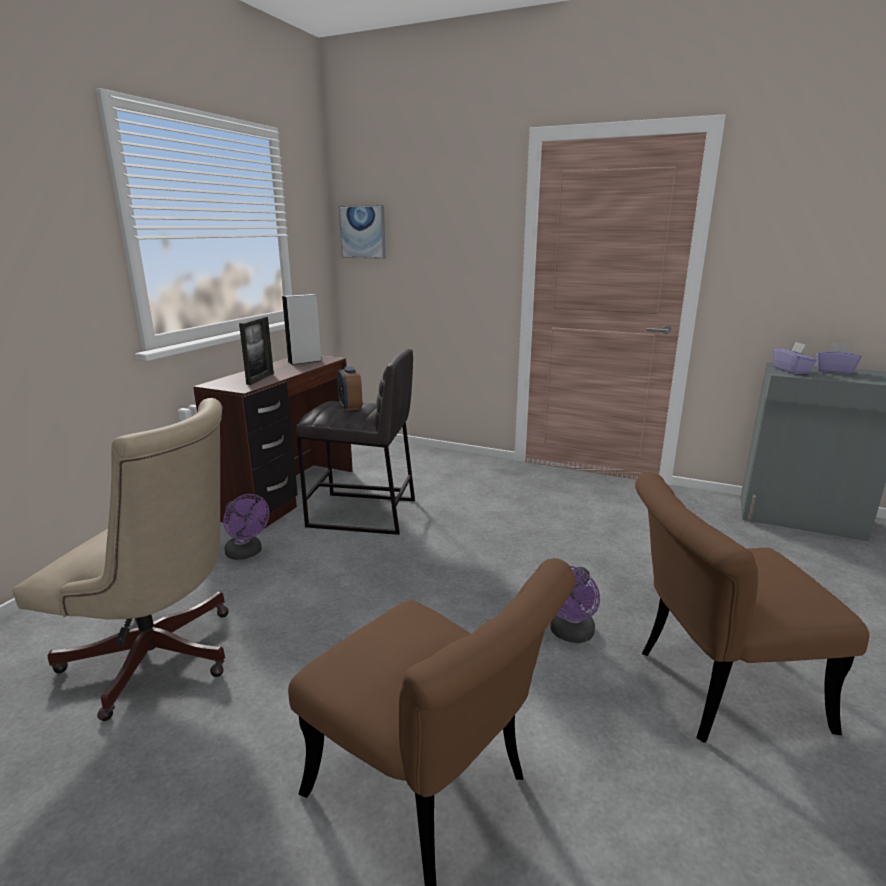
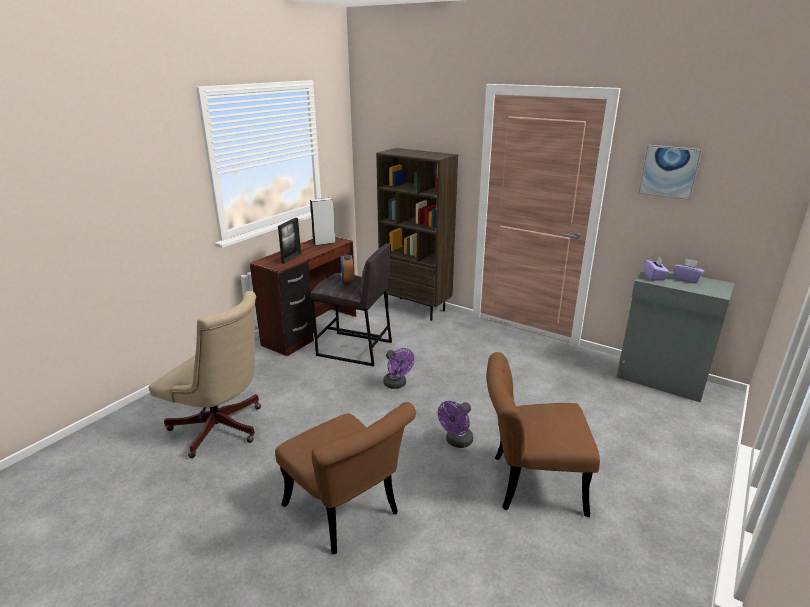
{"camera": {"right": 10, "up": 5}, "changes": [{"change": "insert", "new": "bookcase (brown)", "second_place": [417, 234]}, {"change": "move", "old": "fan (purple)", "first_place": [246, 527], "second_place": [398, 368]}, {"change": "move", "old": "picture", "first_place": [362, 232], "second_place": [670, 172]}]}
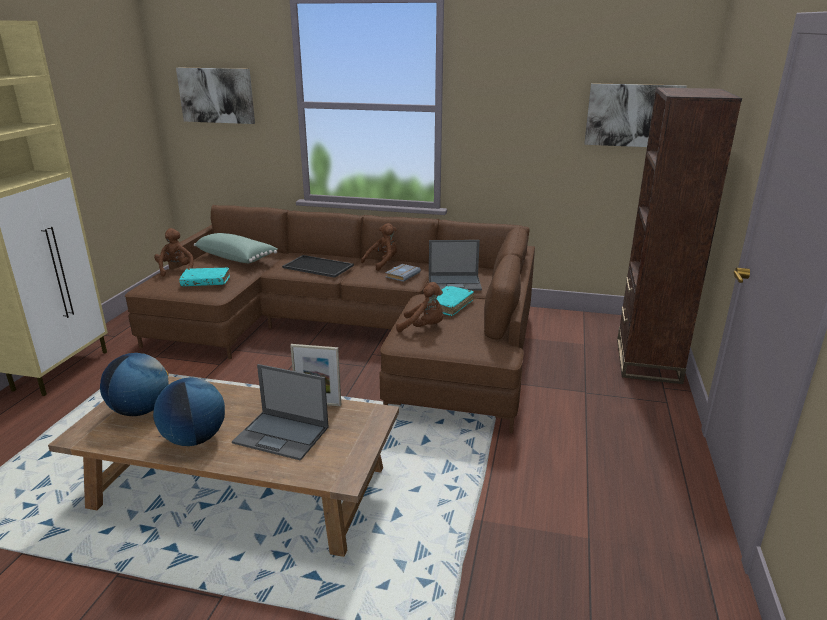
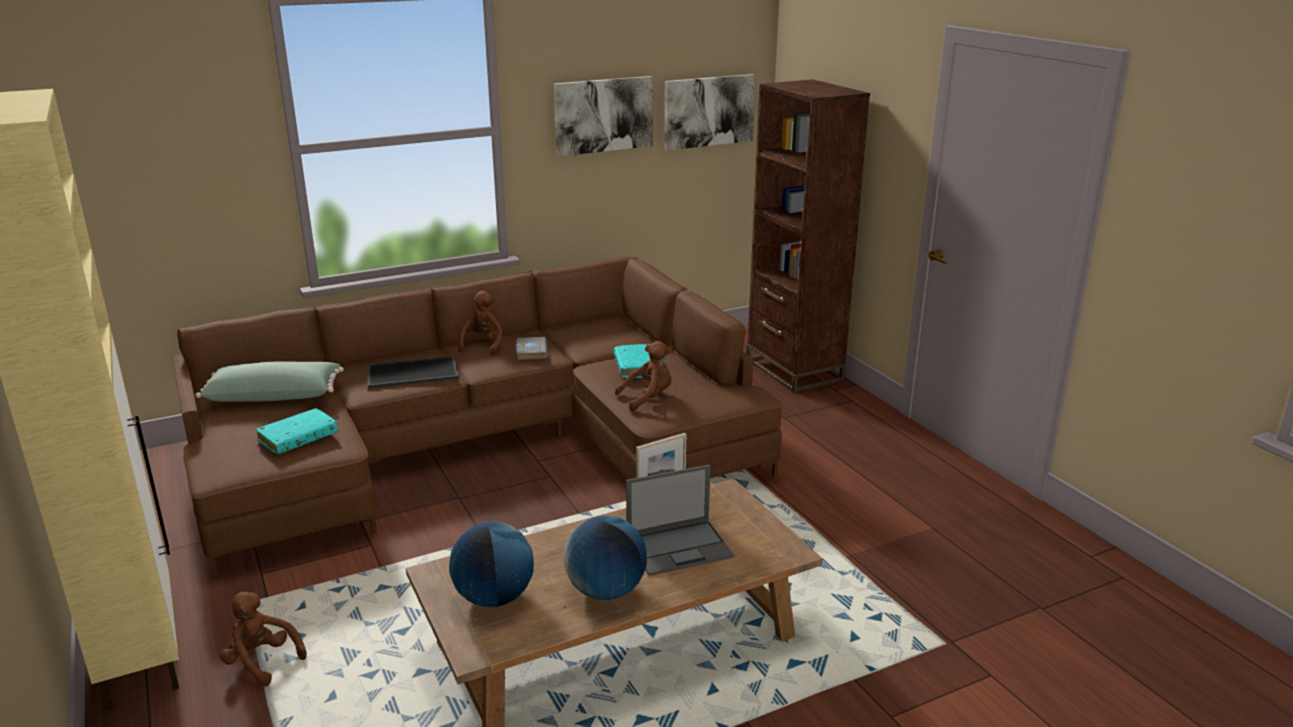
{"camera": {"right": -40, "up": 0}, "changes": [{"change": "delete", "old": "laptop", "first_place": [455, 265]}, {"change": "move", "old": "plush toy (brown)", "first_place": [174, 252], "second_place": [263, 639]}, {"change": "move", "old": "picture", "first_place": [215, 96], "second_place": [603, 116]}]}
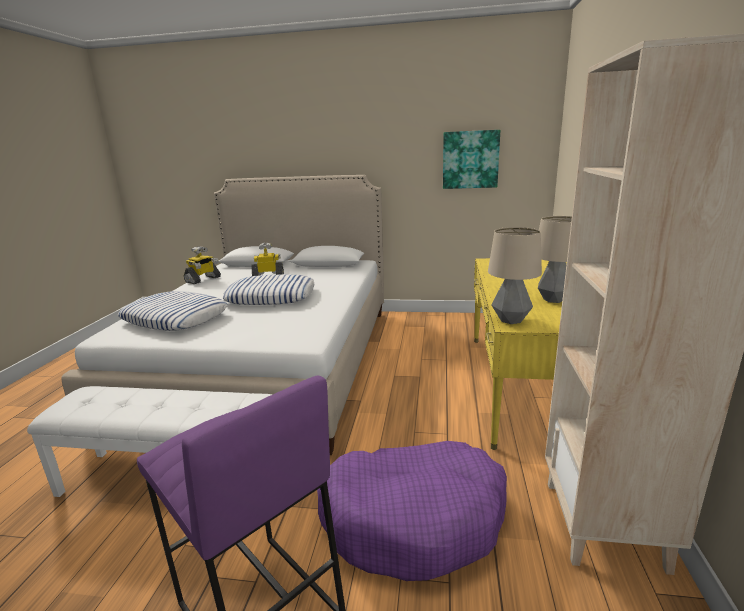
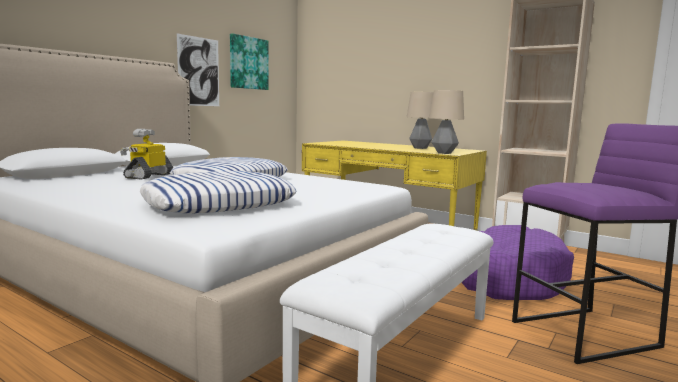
{"camera": {"right": -65, "up": -10}, "changes": [{"change": "delete", "old": "toy robot", "first_place": [202, 265]}, {"change": "insert", "new": "picture", "second_place": [198, 69]}]}
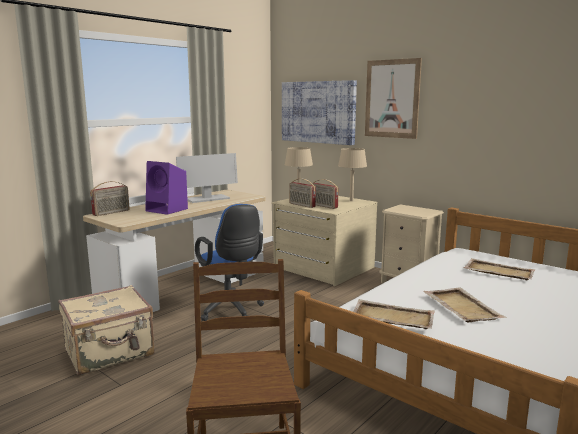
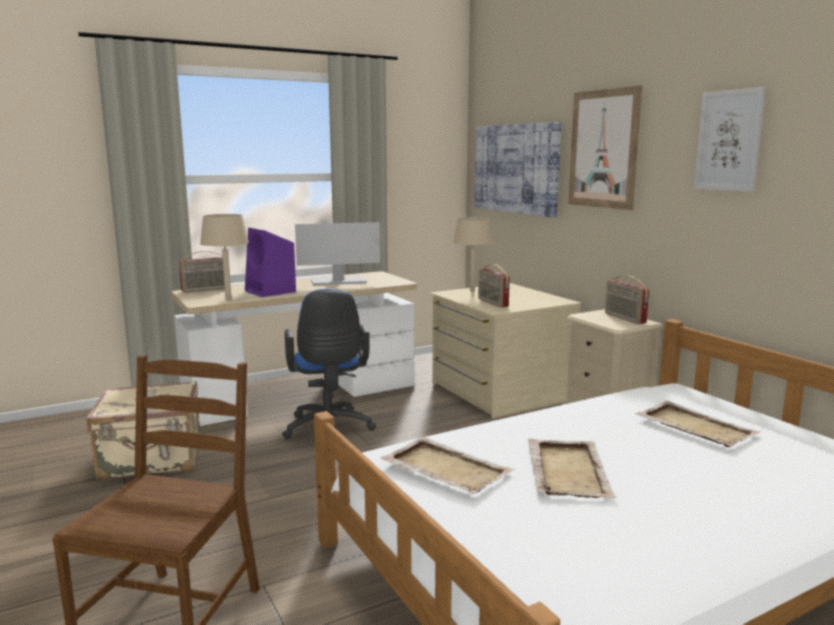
{"camera": {"right": 20, "up": 0}, "changes": [{"change": "insert", "new": "picture", "second_place": [730, 139]}, {"change": "move", "old": "radio", "first_place": [302, 193], "second_place": [627, 299]}, {"change": "move", "old": "table lamp (beige)", "first_place": [352, 174], "second_place": [224, 257]}]}
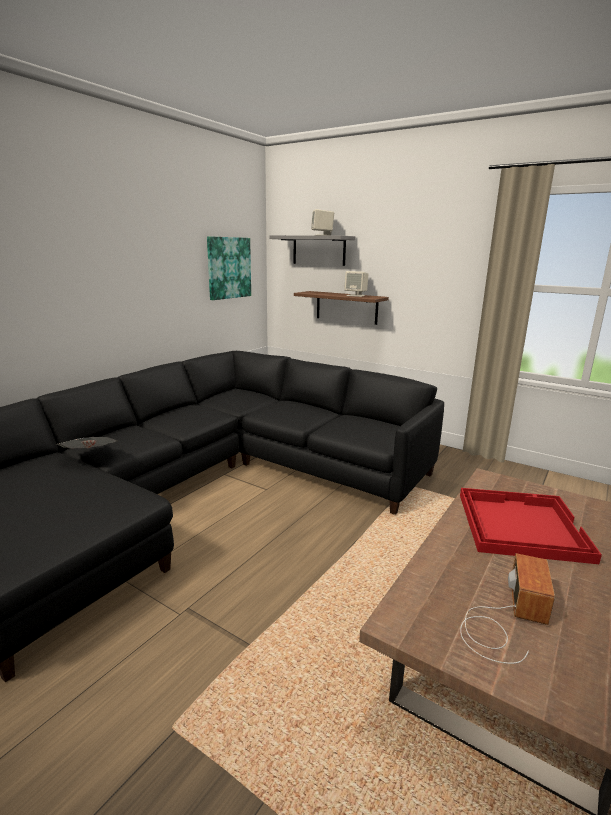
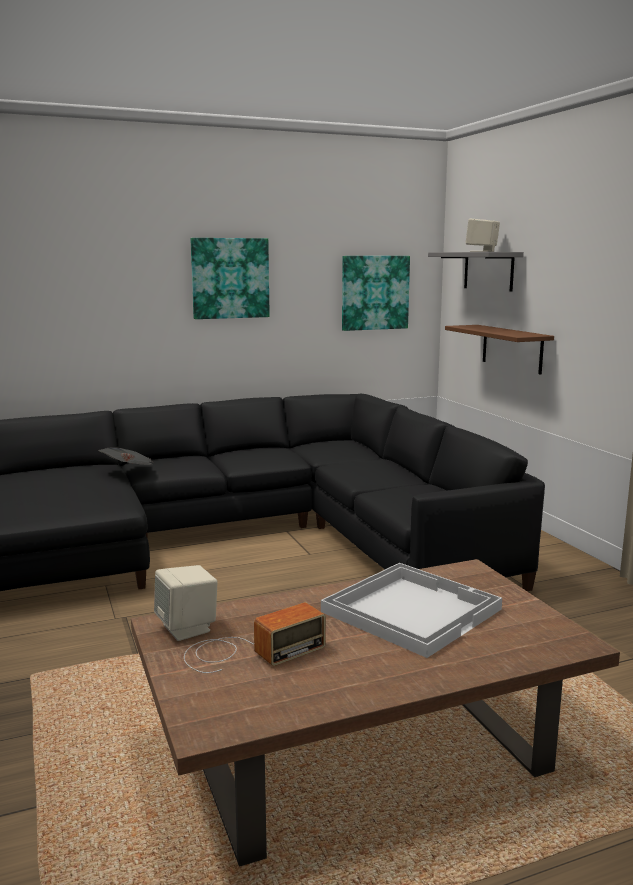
{"camera": {"right": 35, "up": -5}, "changes": [{"change": "insert", "new": "picture", "second_place": [230, 278]}, {"change": "move", "old": "speaker (beige)", "first_place": [356, 284], "second_place": [186, 603]}, {"change": "recolor", "old": "tray (red)", "new": "tray (white)", "first_place": [531, 526], "second_place": [411, 610]}]}
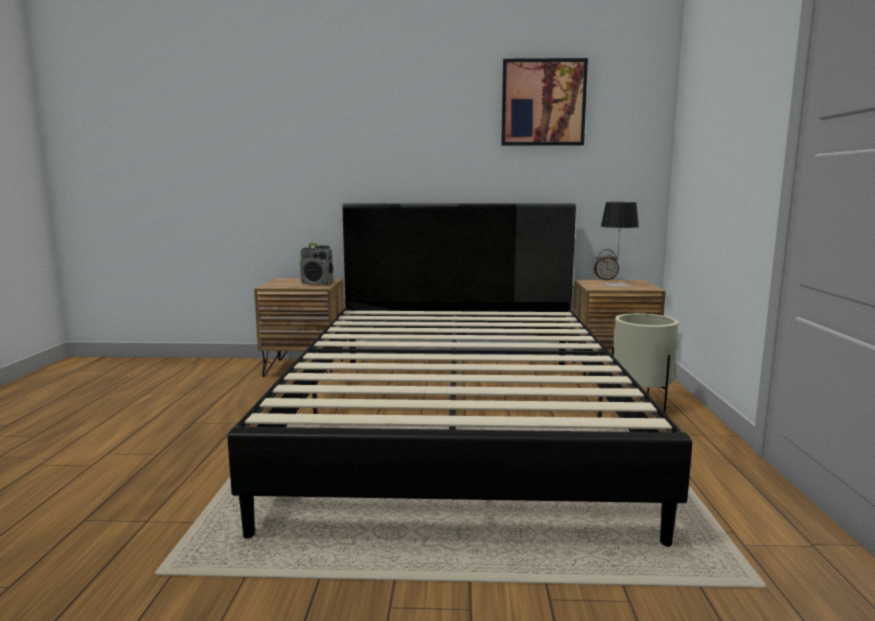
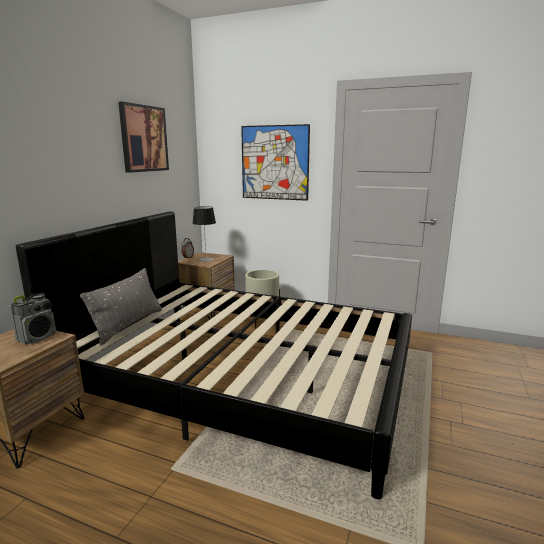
{"camera": {"right": -70, "up": 5}, "changes": [{"change": "insert", "new": "pillow (grey)", "second_place": [121, 307]}, {"change": "insert", "new": "picture", "second_place": [275, 162]}]}
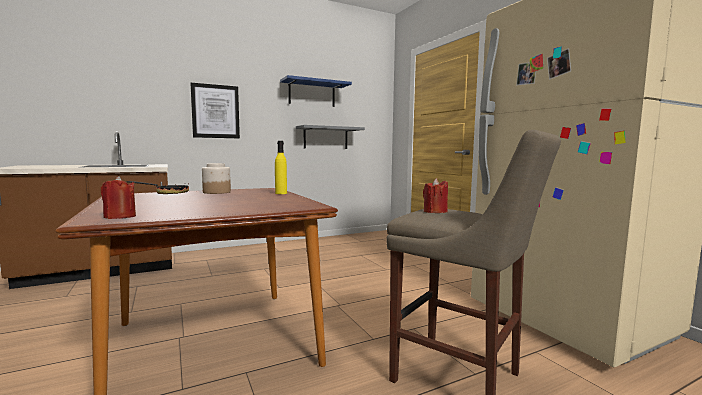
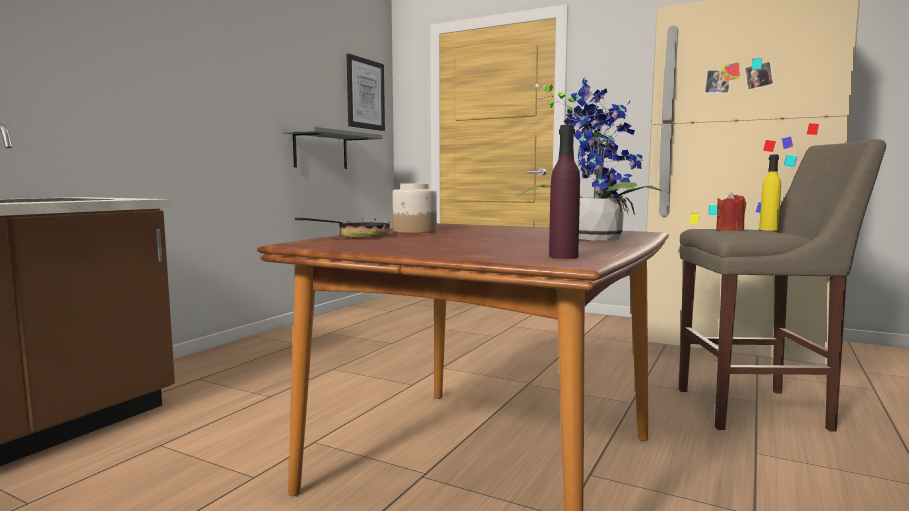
{"camera": {"right": -35, "up": 0}, "changes": [{"change": "delete", "old": "shelf (blue)", "first_place": [316, 91]}, {"change": "insert", "new": "potted plant", "second_place": [594, 158]}, {"change": "move", "old": "picture", "first_place": [215, 110], "second_place": [366, 92]}, {"change": "move", "old": "bottle (yellow)", "first_place": [281, 167], "second_place": [770, 193]}, {"change": "replace", "old": "candle (red)", "new": "bottle (purple)", "first_place": [118, 197], "second_place": [564, 192]}]}
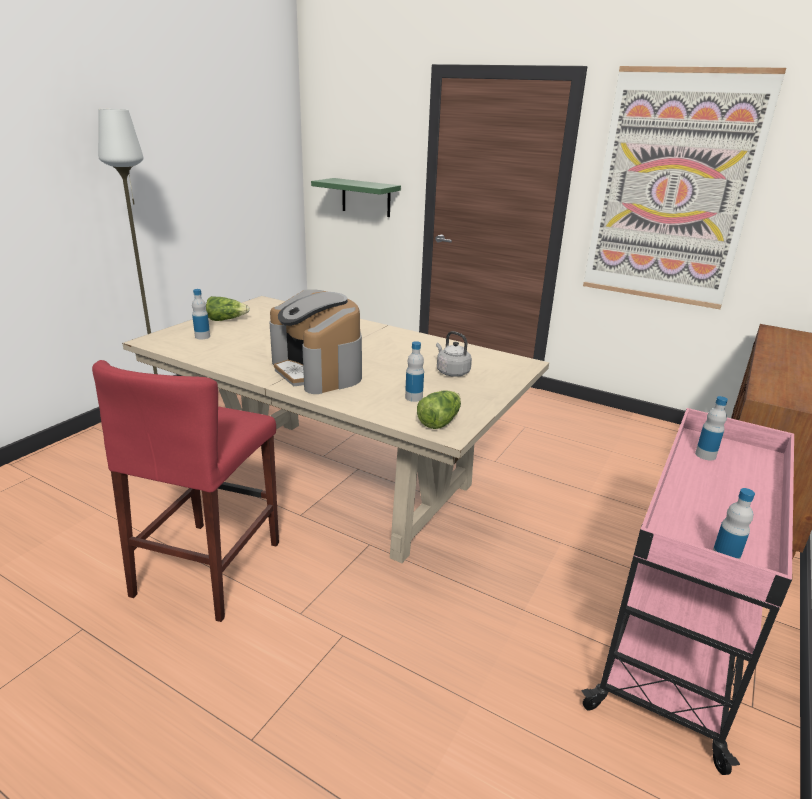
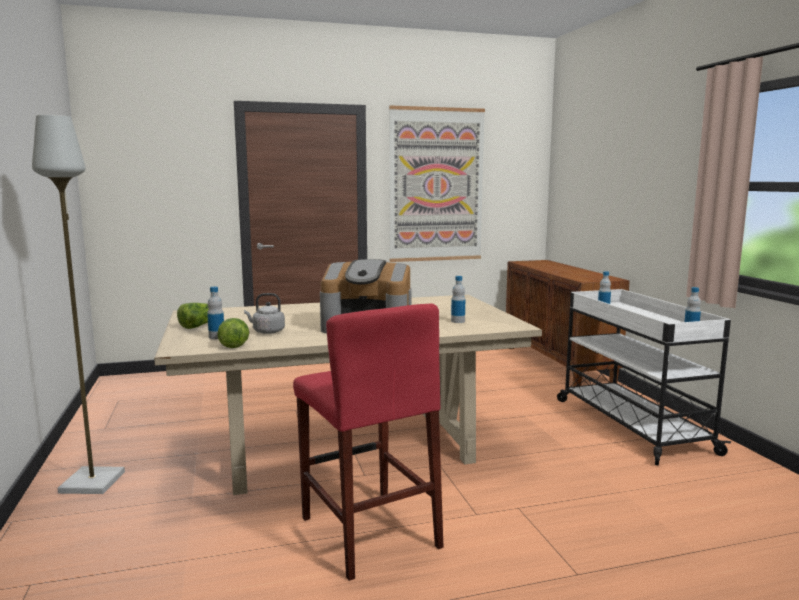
{"camera": {"right": -45, "up": -15}, "changes": [{"change": "delete", "old": "shelf (green)", "first_place": [356, 197]}, {"change": "move", "old": "lettuce", "first_place": [439, 409], "second_place": [233, 333]}, {"change": "move", "old": "kettle (grey)", "first_place": [454, 354], "second_place": [264, 313]}, {"change": "recolor", "old": "cart (pink)", "new": "cart (white)", "first_place": [688, 591], "second_place": [644, 377]}]}
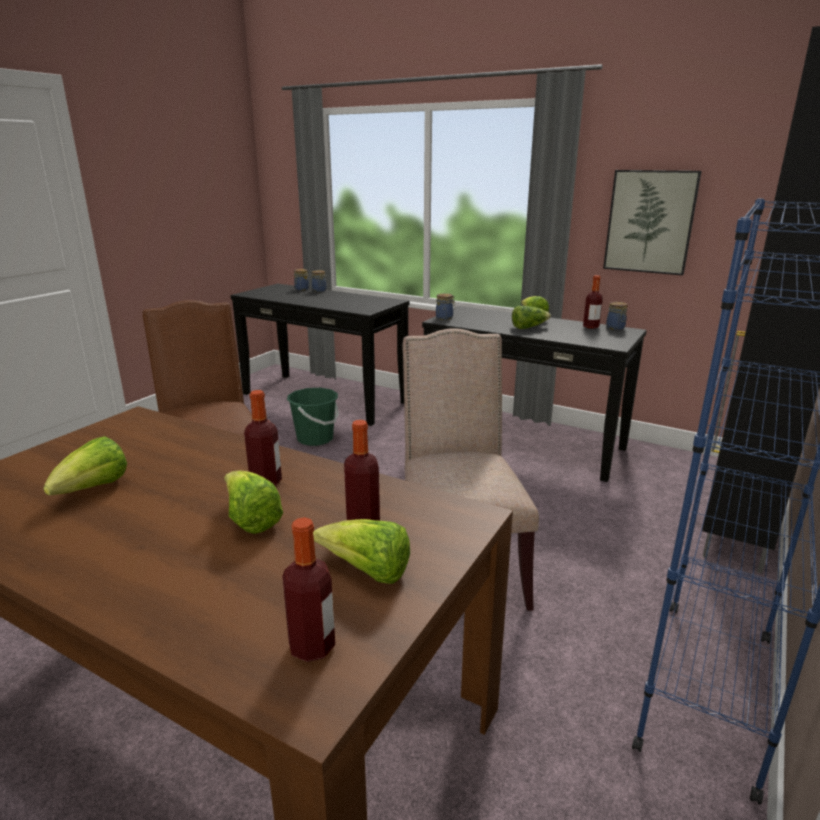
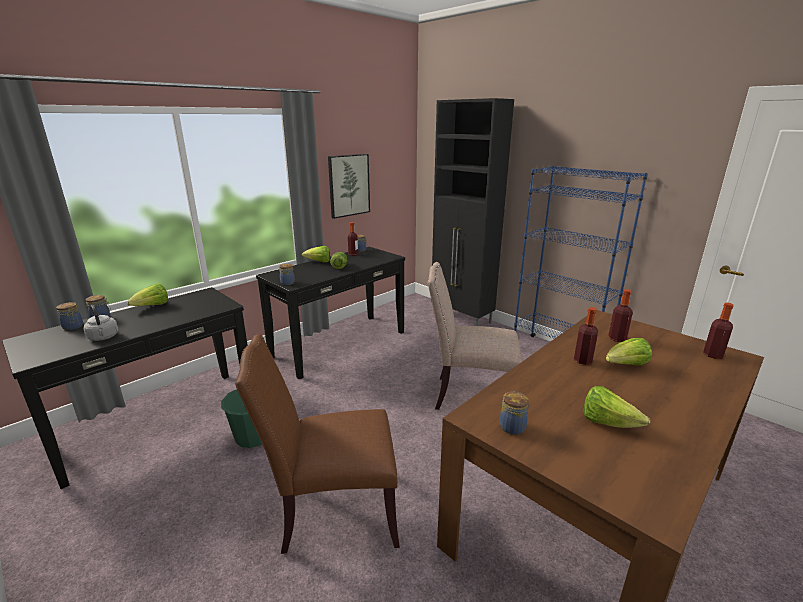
{"camera": {"right": -75, "up": 0}, "changes": [{"change": "insert", "new": "kettle (grey)", "second_place": [101, 323]}, {"change": "insert", "new": "jar", "second_place": [514, 413]}, {"change": "move", "old": "lettuce", "first_place": [361, 551], "second_place": [147, 294]}]}
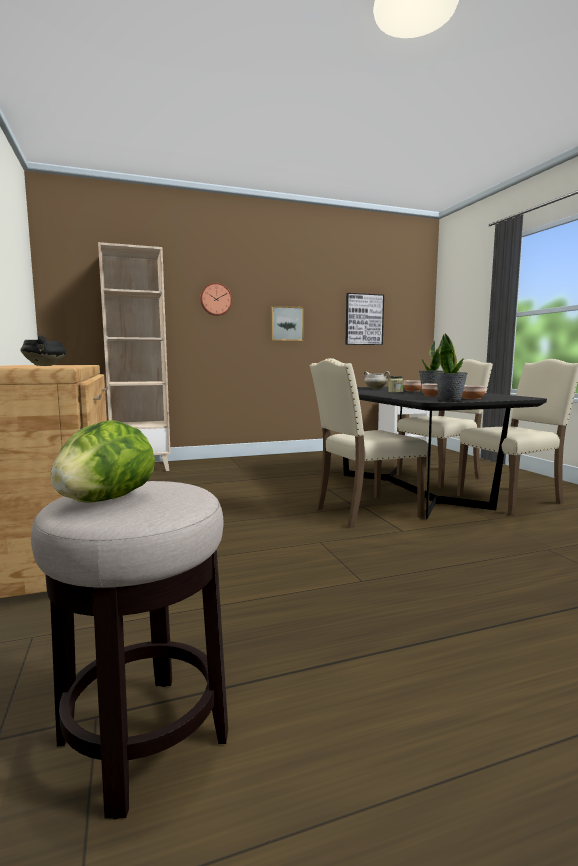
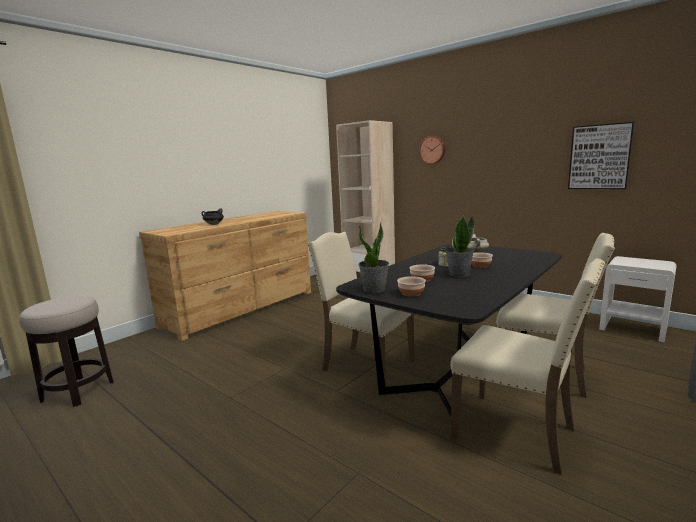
{"camera": {"right": 60, "up": 5}, "changes": [{"change": "delete", "old": "lettuce", "first_place": [103, 461]}, {"change": "delete", "old": "picture", "first_place": [287, 323]}]}
